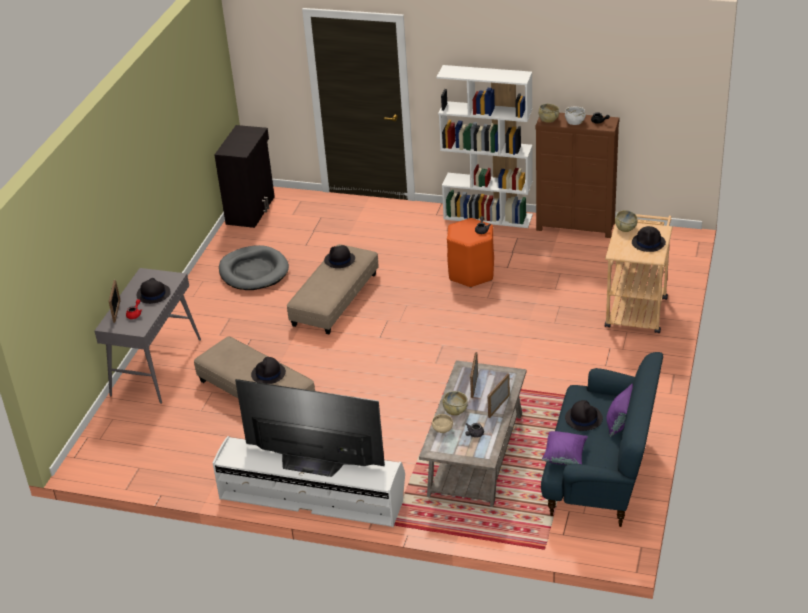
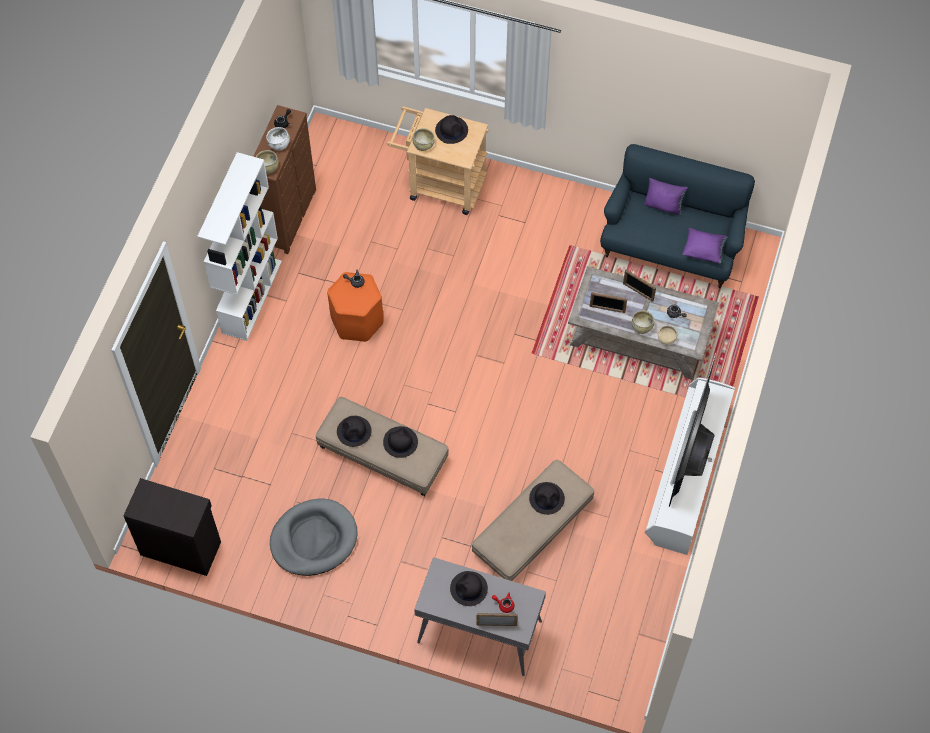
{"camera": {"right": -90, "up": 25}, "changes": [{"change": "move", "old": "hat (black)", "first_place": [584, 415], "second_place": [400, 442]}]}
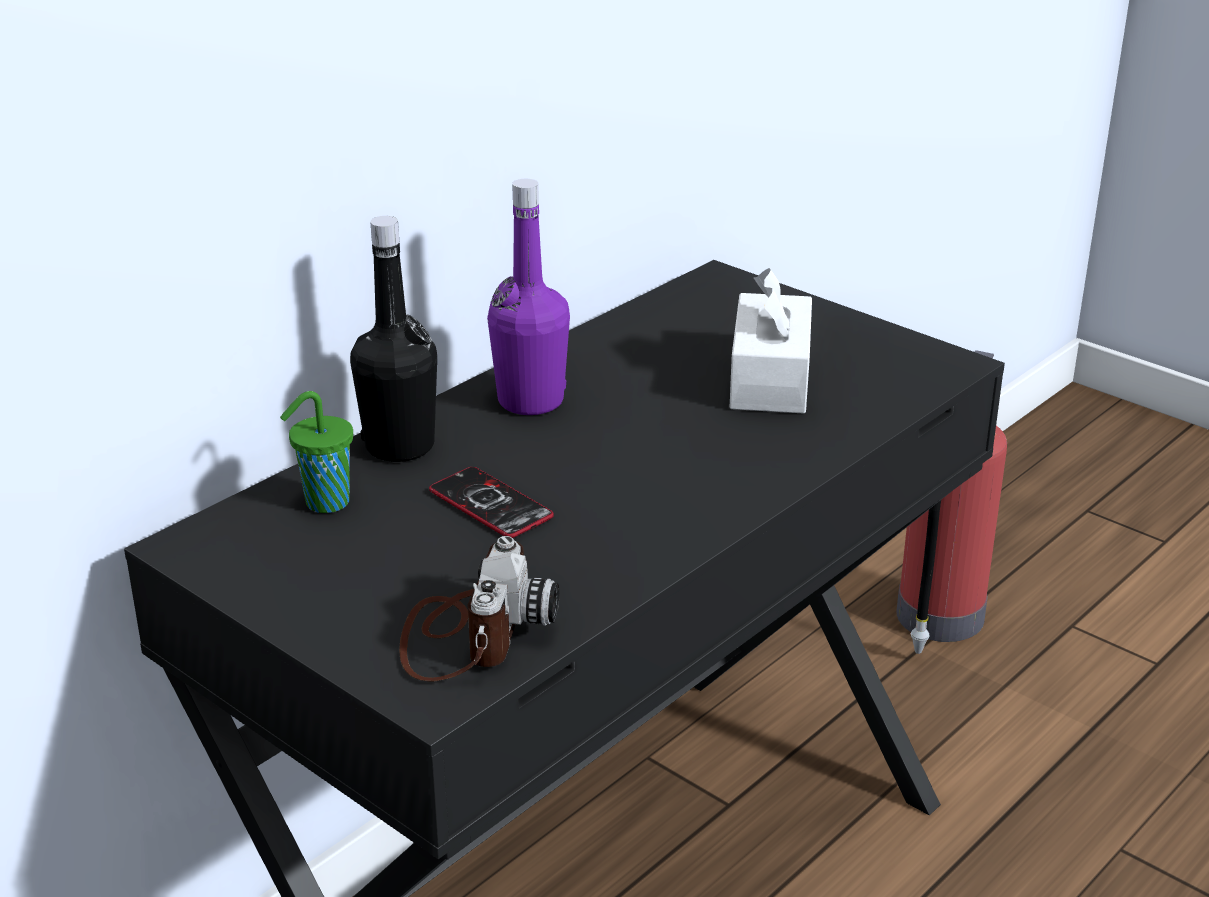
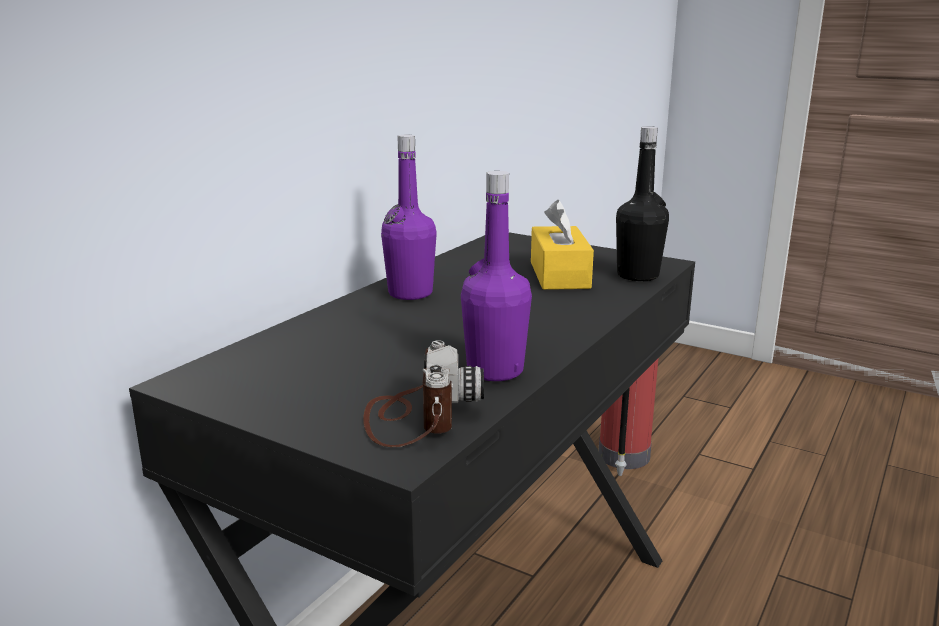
{"camera": {"right": -10, "up": -10}, "changes": [{"change": "delete", "old": "cup (green)", "first_place": [316, 452]}, {"change": "delete", "old": "phone", "first_place": [491, 502]}, {"change": "insert", "new": "bottle (purple)", "second_place": [496, 276]}, {"change": "move", "old": "bottle (black)", "first_place": [393, 339], "second_place": [642, 203]}, {"change": "recolor", "old": "tissue box (white)", "new": "tissue box (yellow)", "first_place": [771, 341], "second_place": [562, 245]}]}
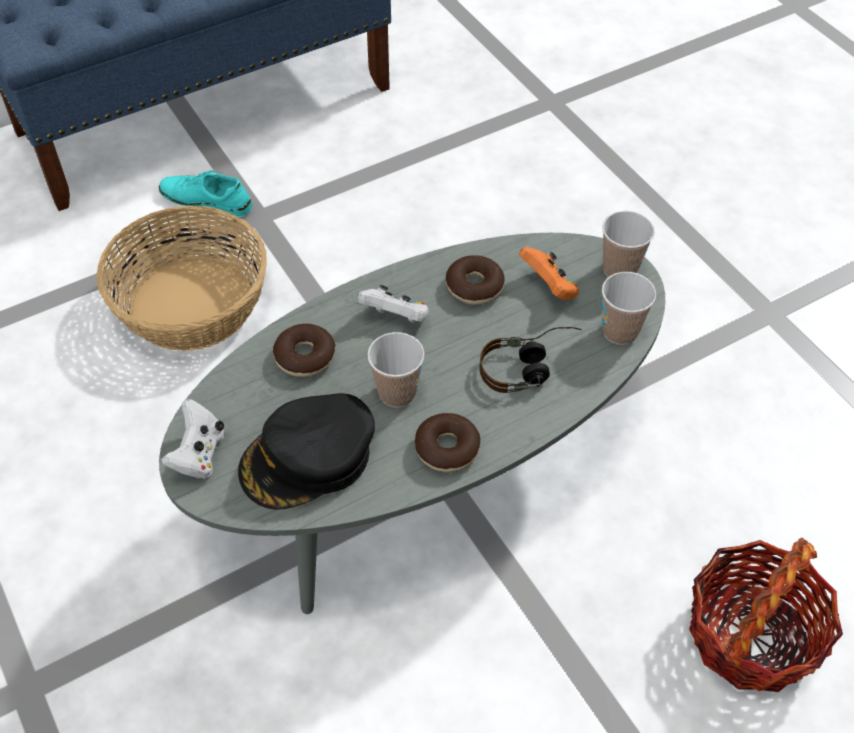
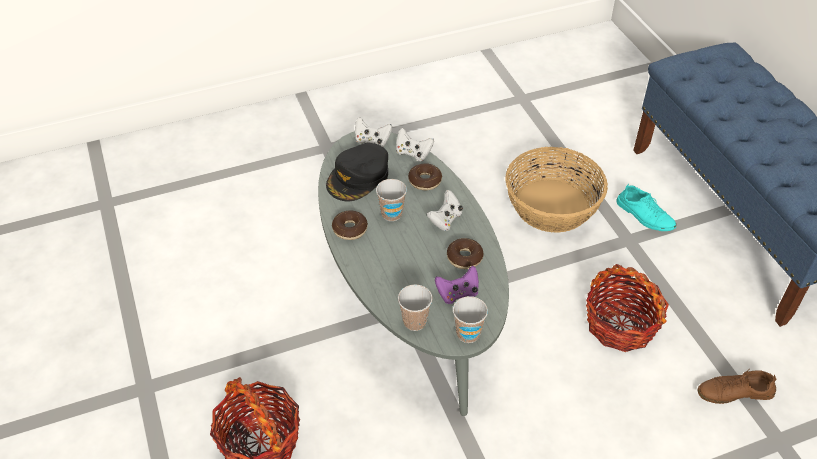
{"camera": {"right": 100, "up": -5}, "changes": [{"change": "delete", "old": "headphones", "first_place": [530, 360]}, {"change": "insert", "new": "game controller (white)", "second_place": [415, 144]}, {"change": "insert", "new": "basket", "second_place": [627, 308]}, {"change": "insert", "new": "shoe (brown)", "second_place": [737, 386]}, {"change": "recolor", "old": "game controller (orange)", "new": "game controller (purple)", "first_place": [549, 273], "second_place": [457, 285]}, {"change": "rotate", "old": "shoe (turquoise)", "first_place": [205, 193], "second_place": [646, 207], "degrees": 105}, {"change": "rotate", "old": "cap (black)", "first_place": [306, 451], "second_place": [357, 172], "degrees": -120}]}
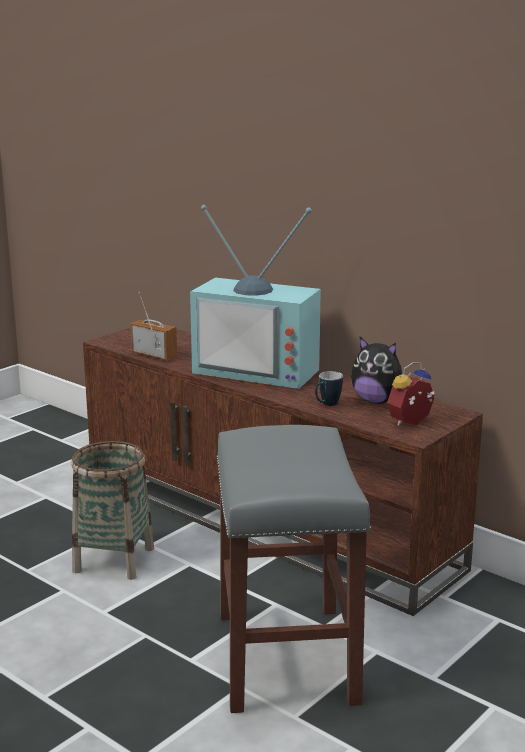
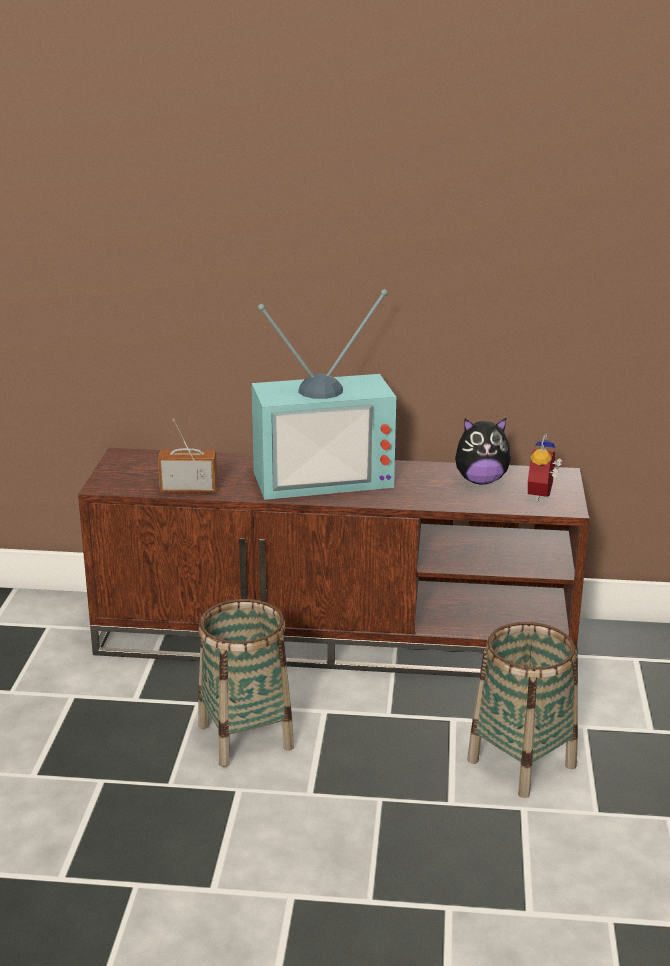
{"camera": {"right": -35, "up": 5}, "changes": [{"change": "delete", "old": "mug", "first_place": [329, 388]}, {"change": "replace", "old": "stool (grey)", "new": "basket", "first_place": [293, 569], "second_place": [522, 710]}]}
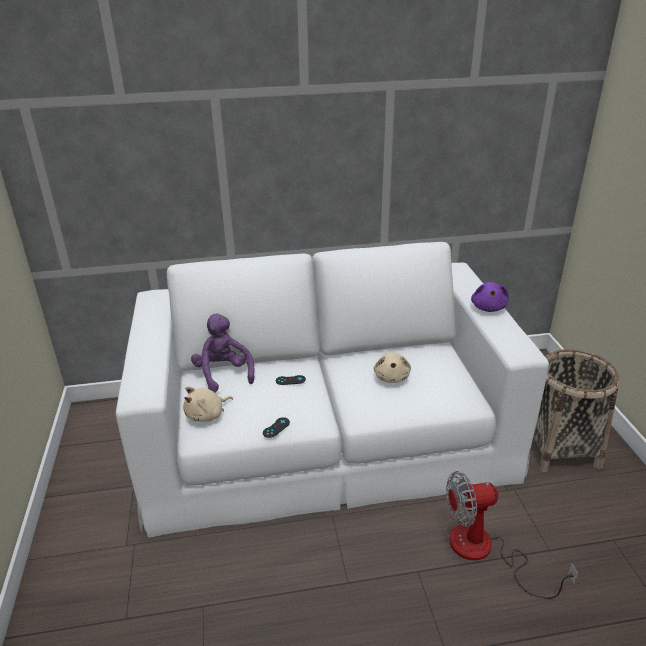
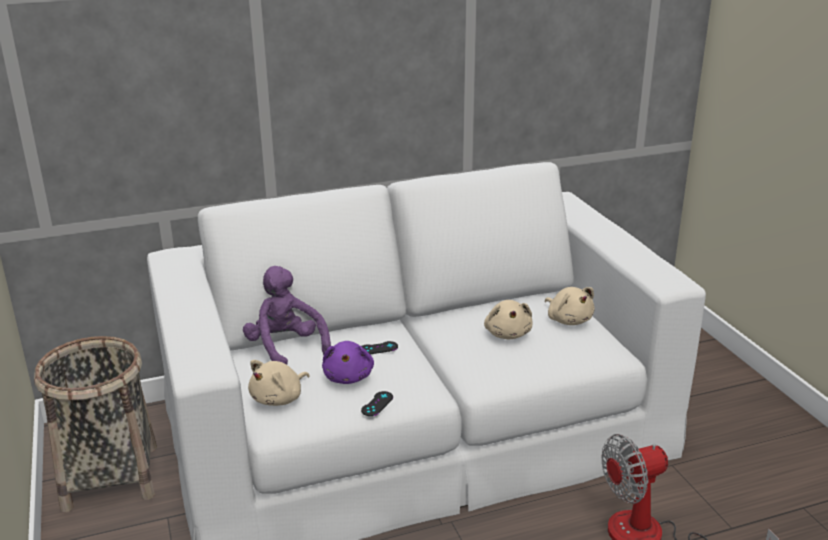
{"camera": {"right": -10, "up": -5}, "changes": [{"change": "insert", "new": "plush toy (beige)", "second_place": [570, 306]}, {"change": "move", "old": "plush toy (purple)", "first_place": [490, 297], "second_place": [348, 362]}, {"change": "move", "old": "basket", "first_place": [576, 410], "second_place": [95, 424]}]}
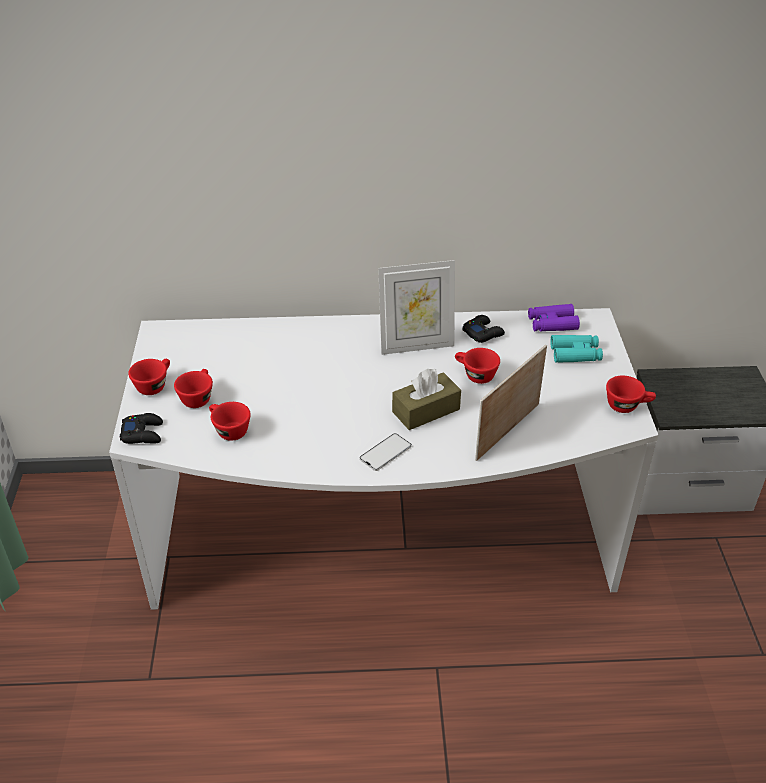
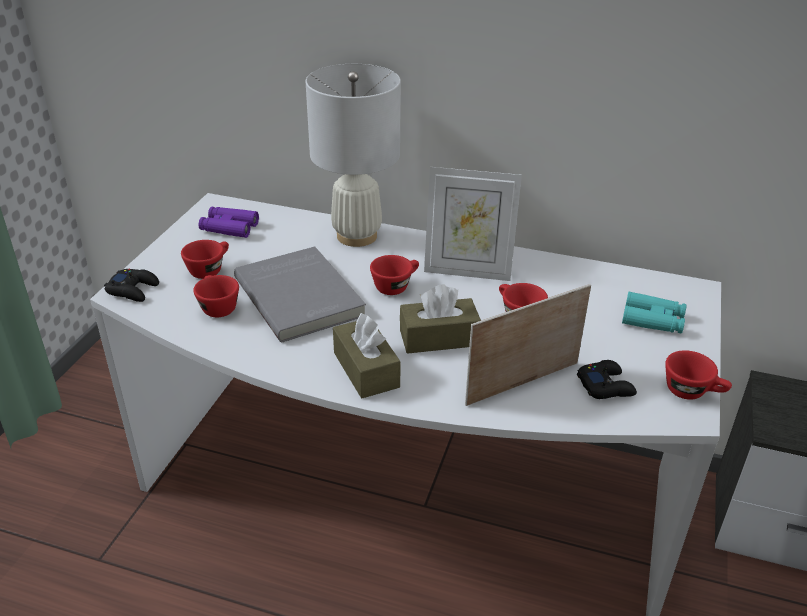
{"camera": {"right": 20, "up": -5}, "changes": [{"change": "insert", "new": "book (grey)", "second_place": [300, 294]}, {"change": "insert", "new": "table lamp (white)", "second_place": [353, 155]}, {"change": "move", "old": "cup (red)", "first_place": [149, 377], "second_place": [394, 275]}, {"change": "move", "old": "game controller (black)", "first_place": [483, 329], "second_place": [607, 379]}, {"change": "move", "old": "binoculars (purple)", "first_place": [554, 318], "second_place": [229, 222]}, {"change": "replace", "old": "phone", "new": "tissue box (brown)", "first_place": [385, 452], "second_place": [367, 355]}]}
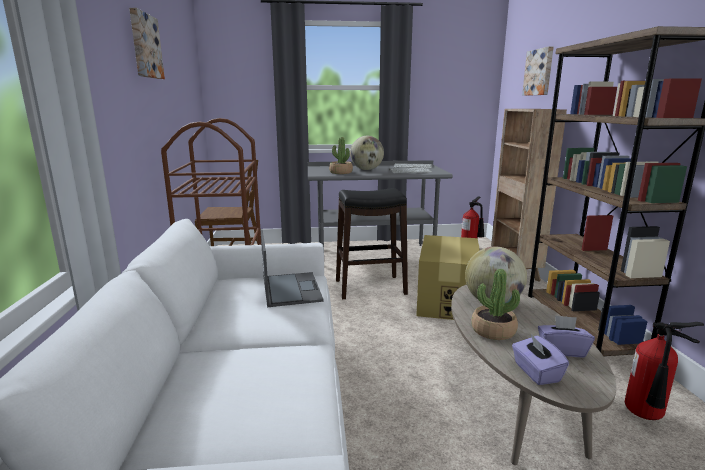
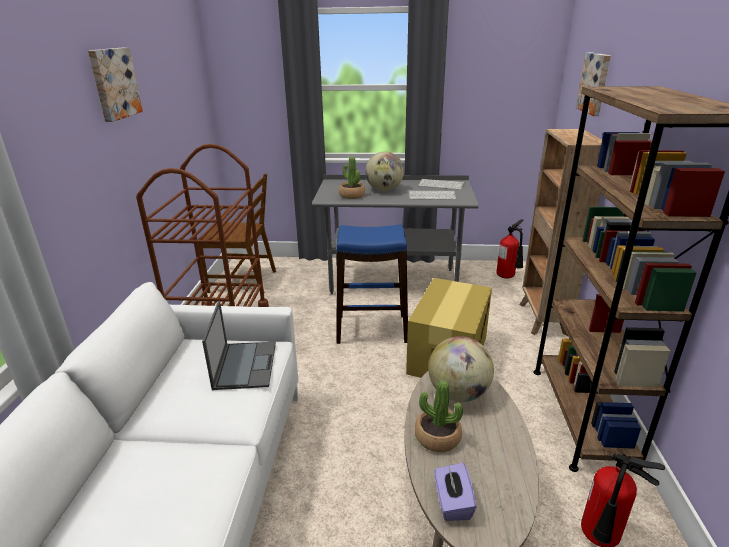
{"camera": {"right": 10, "up": 10}, "changes": [{"change": "delete", "old": "tissue box (purple)", "first_place": [566, 336]}, {"change": "recolor", "old": "stool (black)", "new": "stool (blue)", "first_place": [372, 243], "second_place": [372, 284]}]}
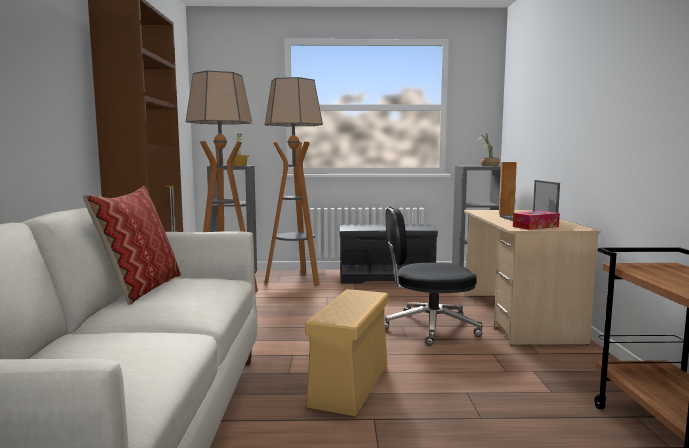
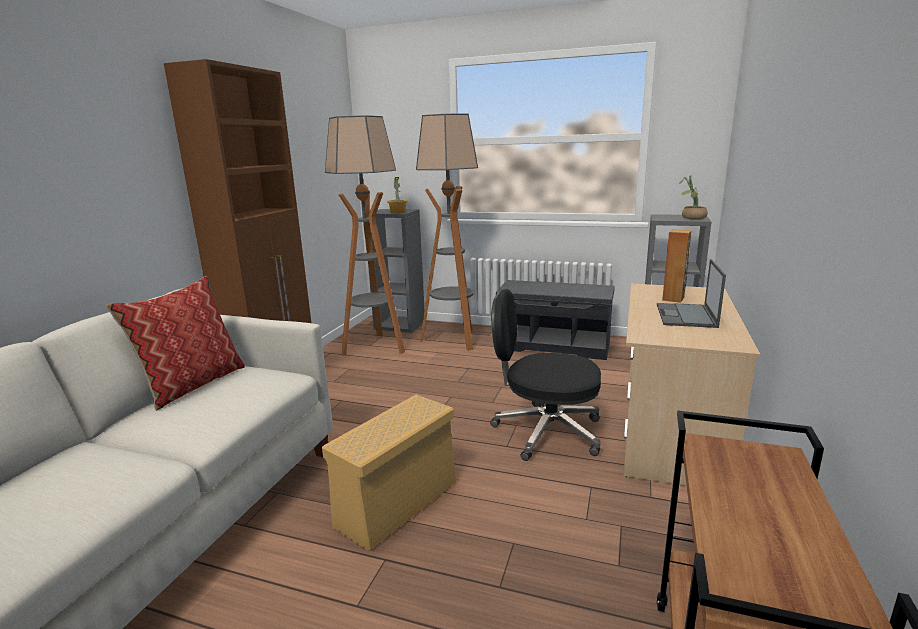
{"camera": {"right": 20, "up": 10}, "changes": [{"change": "delete", "old": "tissue box", "first_place": [536, 220]}]}
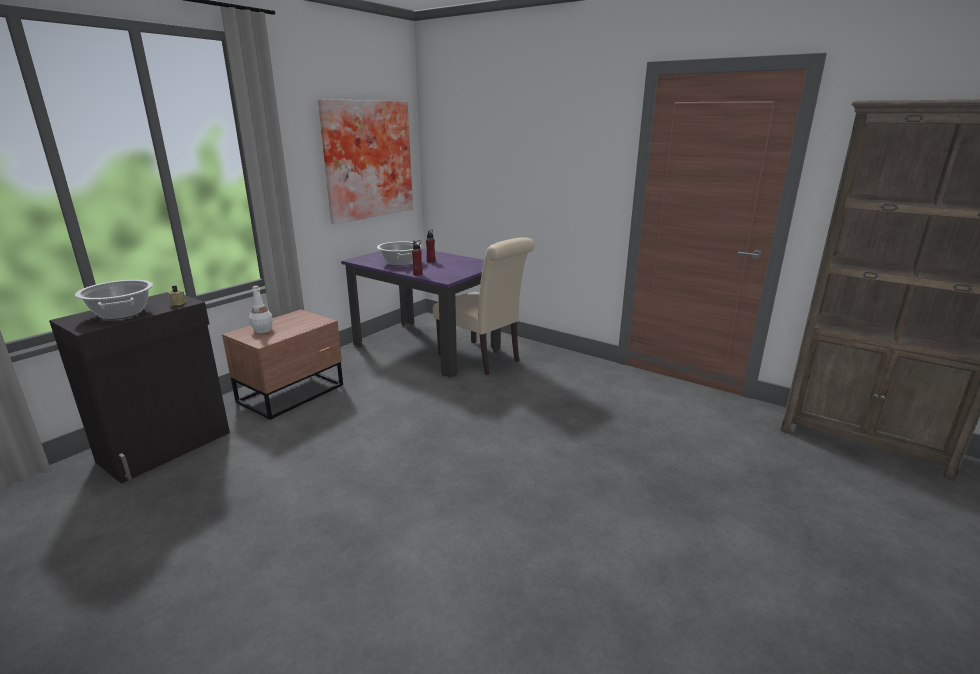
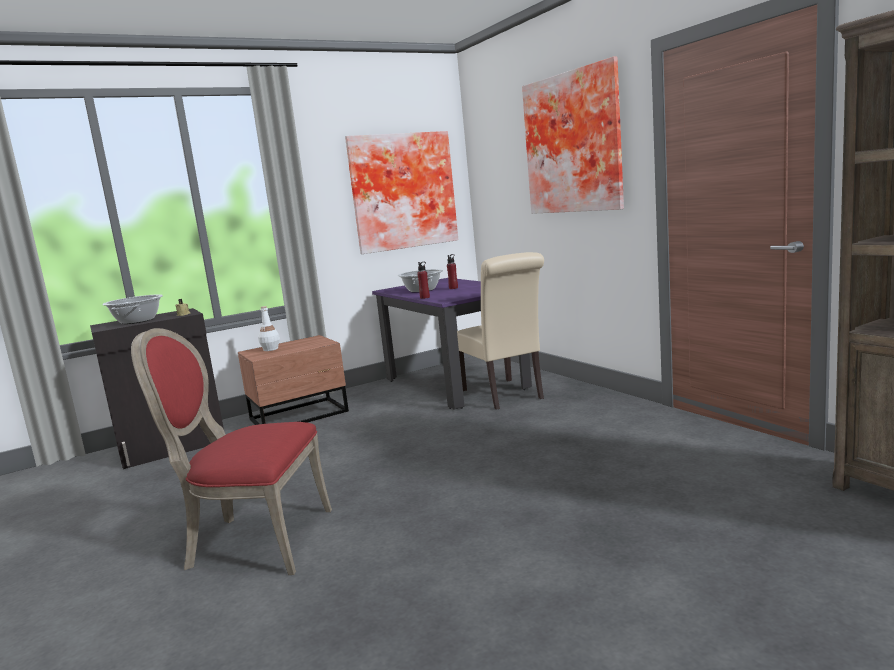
{"camera": {"right": 25, "up": -10}, "changes": [{"change": "insert", "new": "chair (red)", "second_place": [231, 451]}, {"change": "insert", "new": "picture", "second_place": [573, 135]}]}
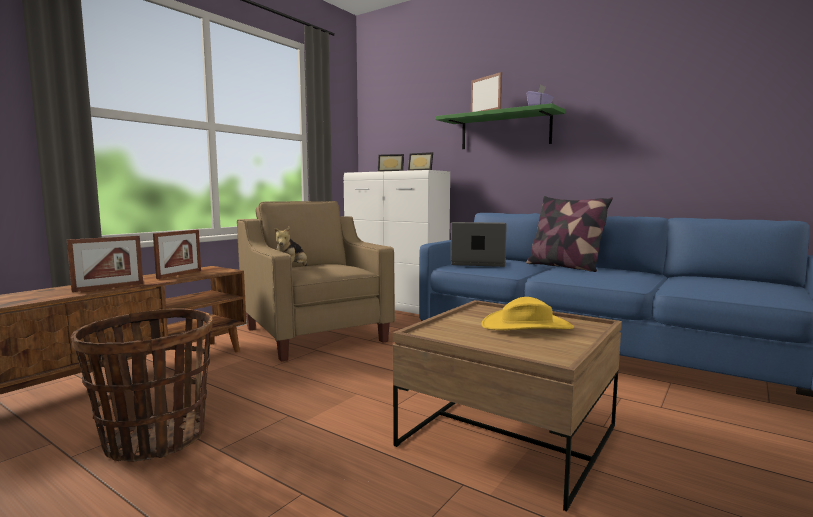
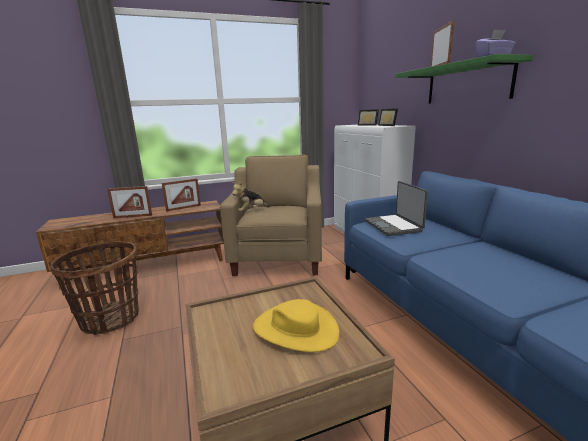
{"camera": {"right": 35, "up": 10}, "changes": [{"change": "delete", "old": "pillow", "first_place": [569, 234]}, {"change": "rotate", "old": "laptop", "first_place": [479, 244], "second_place": [396, 208], "degrees": -150}]}
